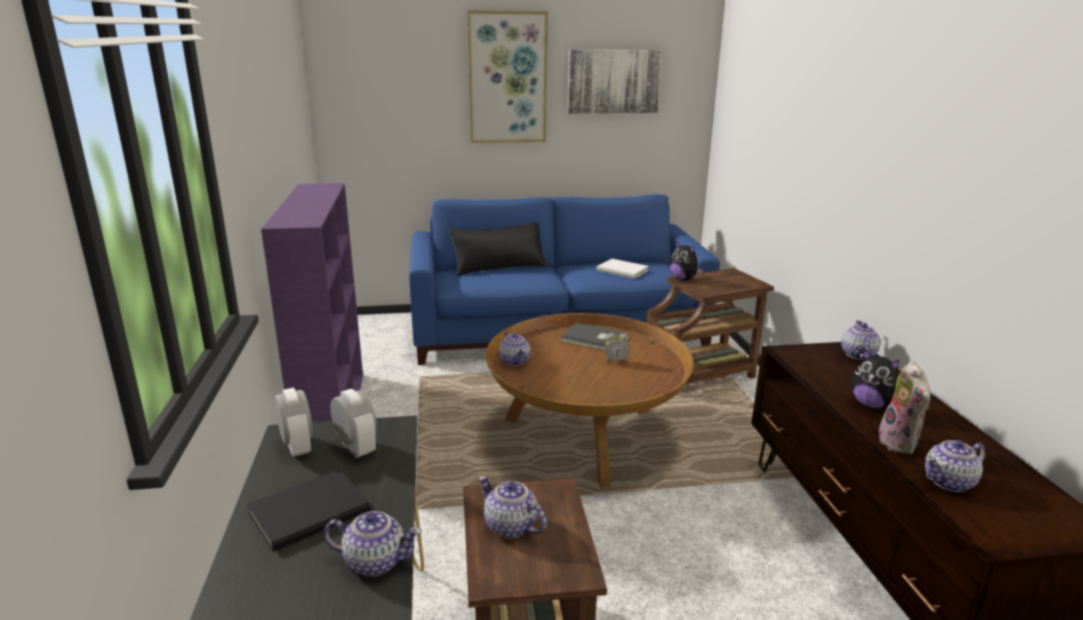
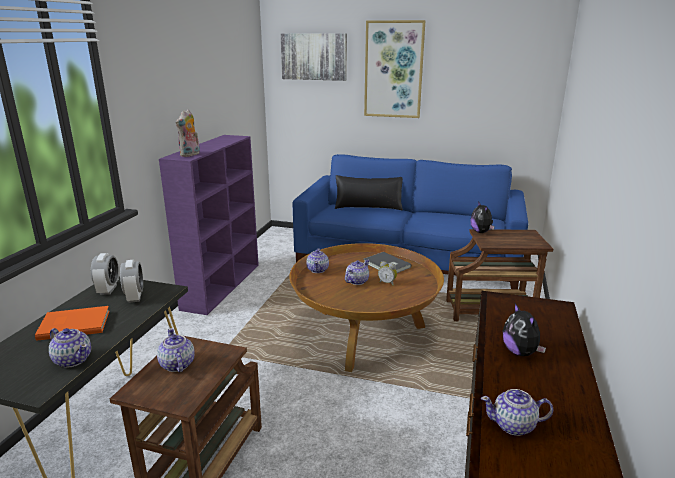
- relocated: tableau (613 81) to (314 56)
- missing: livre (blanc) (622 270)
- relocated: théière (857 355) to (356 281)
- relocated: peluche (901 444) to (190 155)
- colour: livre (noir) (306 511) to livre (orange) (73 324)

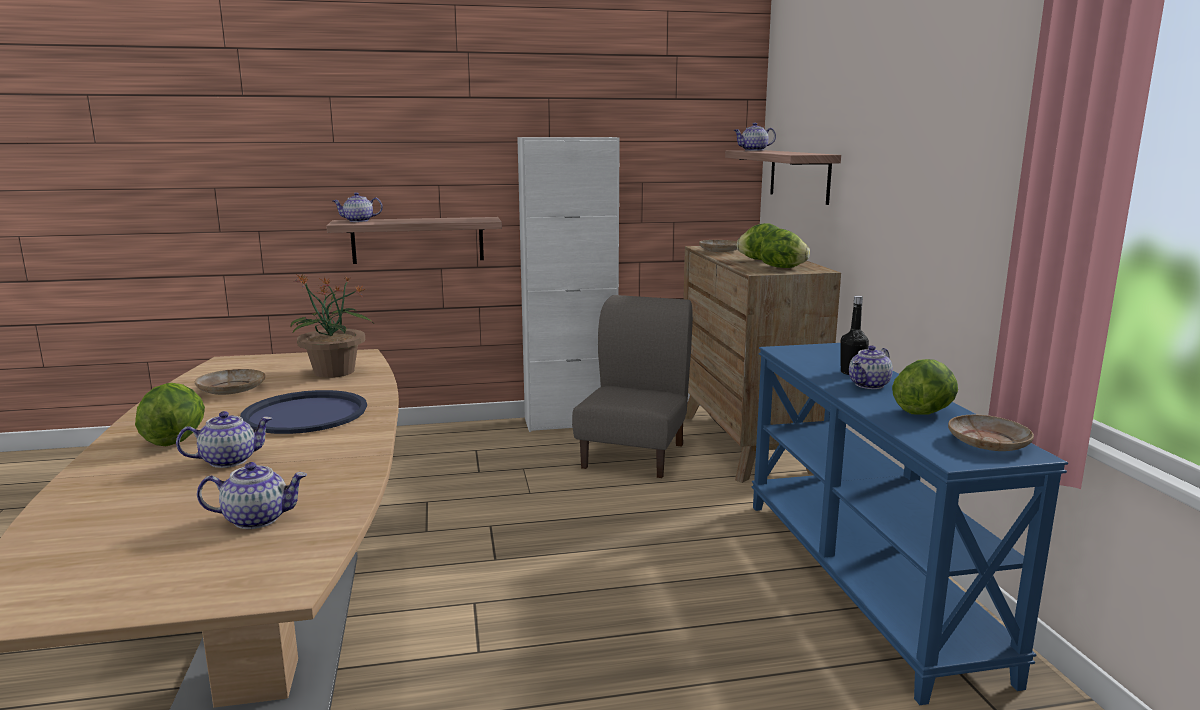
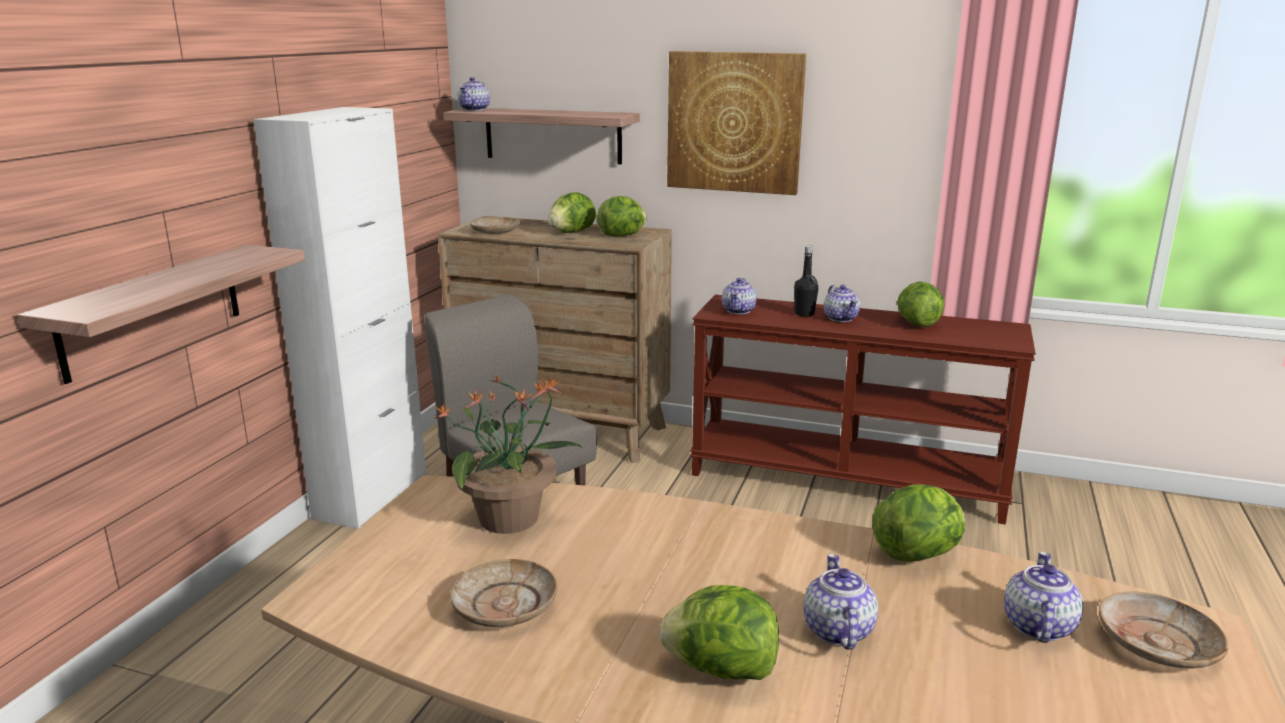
- relocated: théière (358 221) to (739 311)
- colour: table console (bleu) (865 581) to table console (marron) (847 479)
- missing: plateau (bleu) (305 414)
- relocated: assiette (beige) (988 443) to (1157 643)
- appeared: tableau (734 122)
- appeared: laitue (918 554)

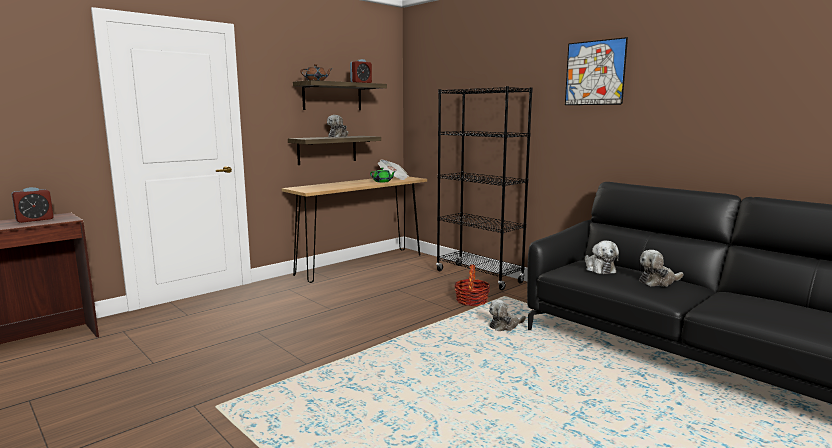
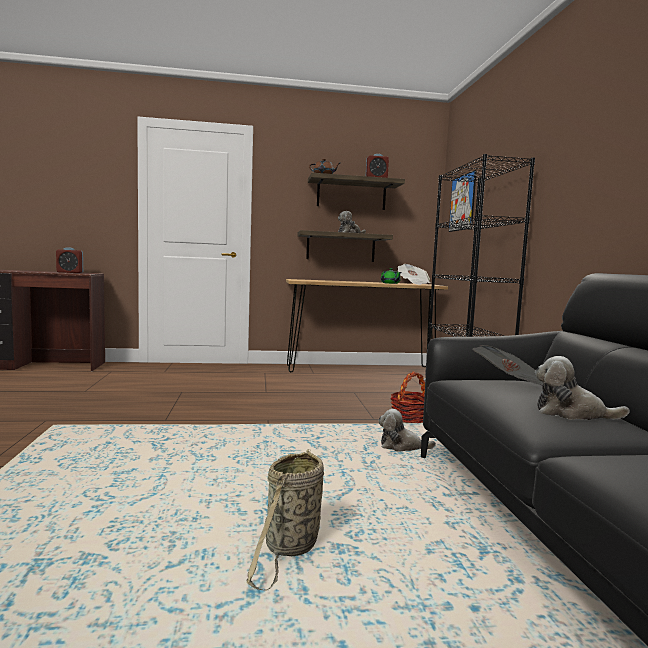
- relocated: tableau (595 73) to (462 202)
- exchanged: peluche (599 269) to journal (510 386)
- appeared: panier (290 548)

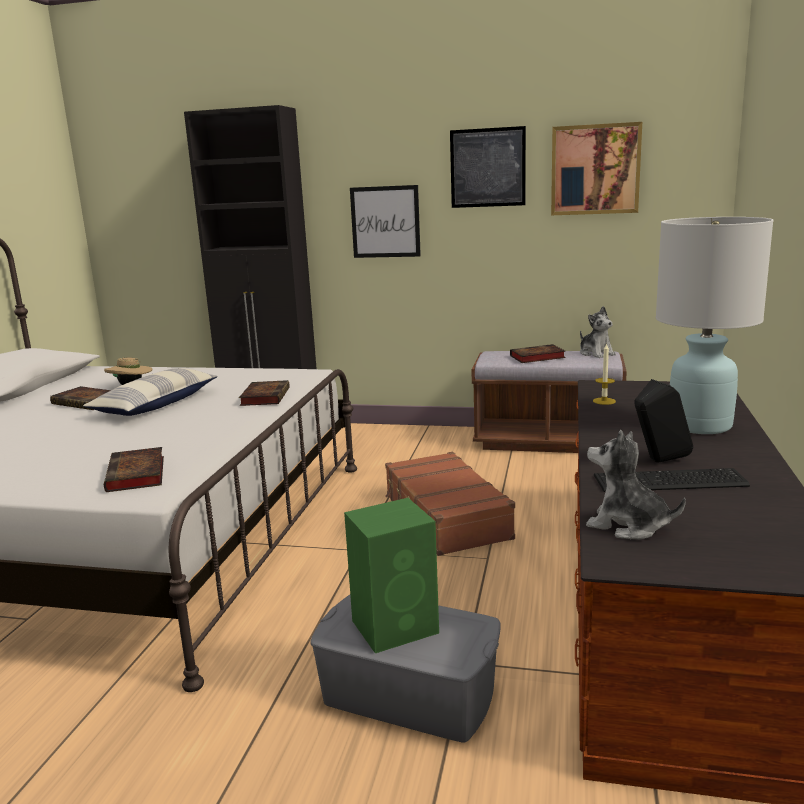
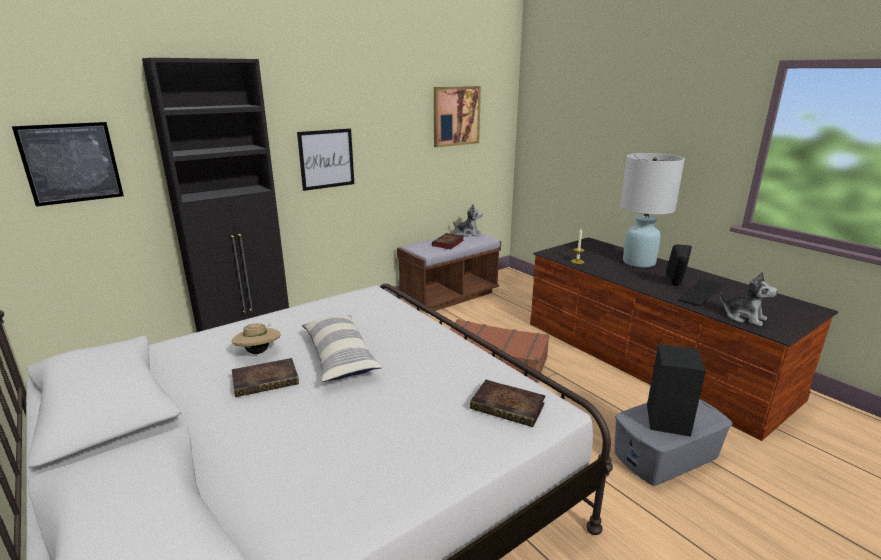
- relocated: tableau (487 168) to (71 163)
- missing: livre (265 397)
- spun: peluche (627 525) = (744 317) 120 degrees counterclockwise
- colour: enceinte (vert) (397 626) to enceinte (noir) (667 419)

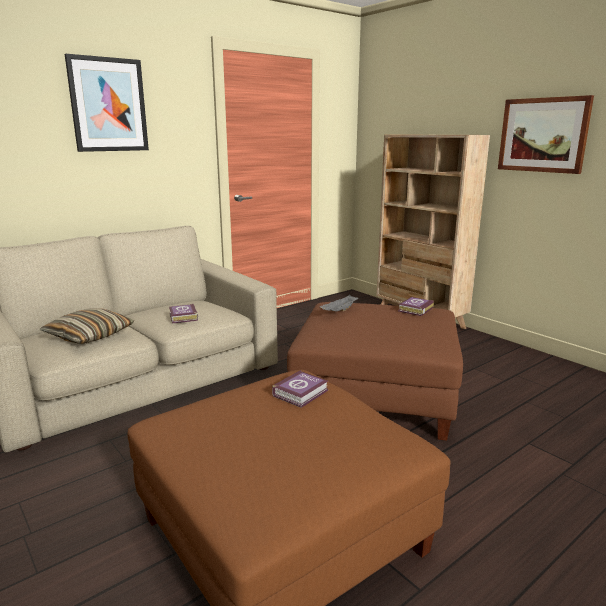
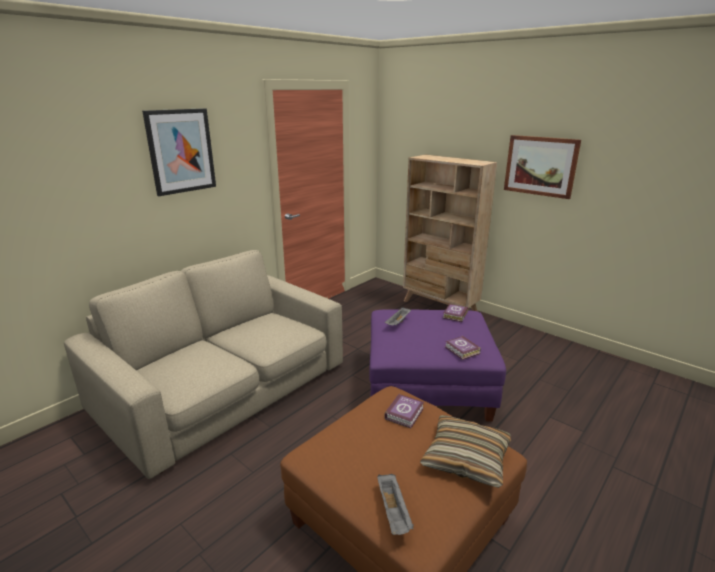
- colour: pouf (marron) (376 395) to pouf (violet) (428 384)
- relocated: livre (183 317) to (462 351)
- relocated: coussin (89 335) to (466 458)
- appeared: plateau (gris) (394 512)

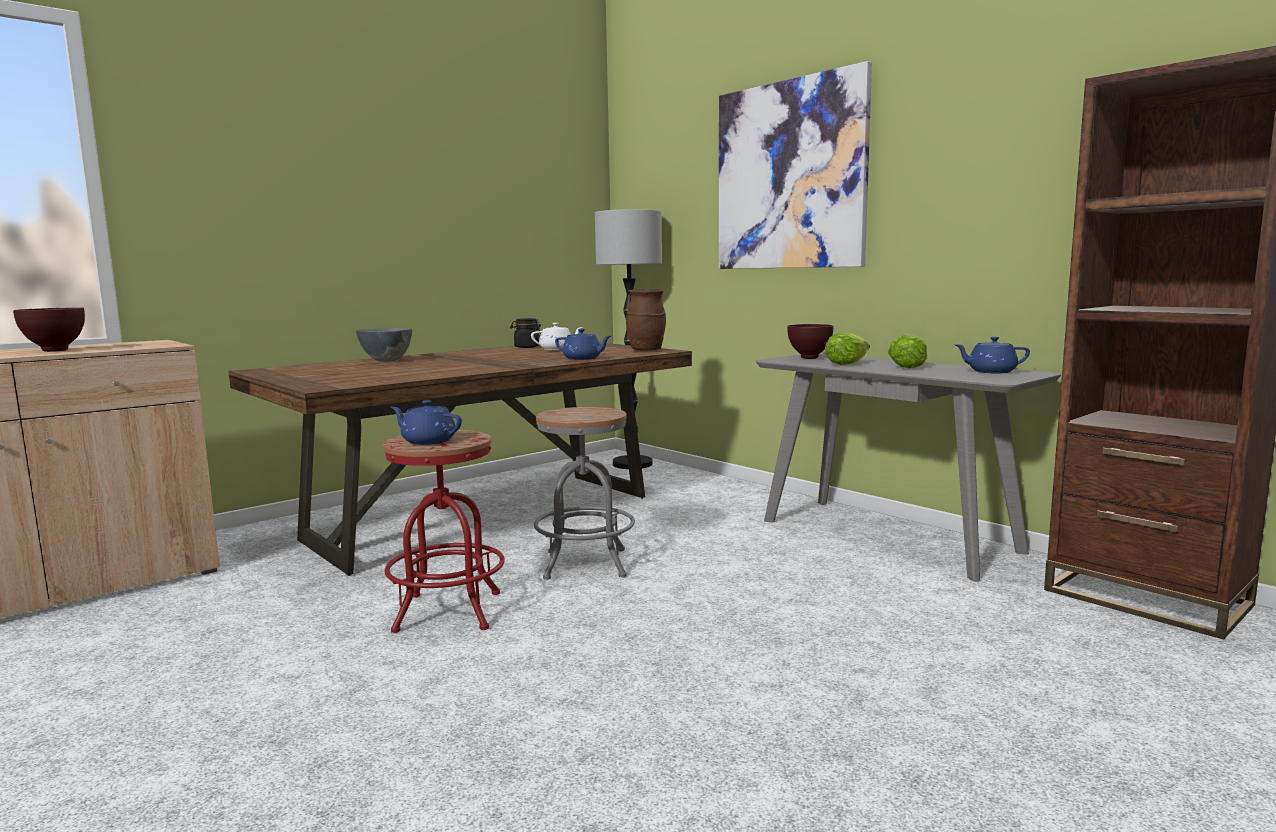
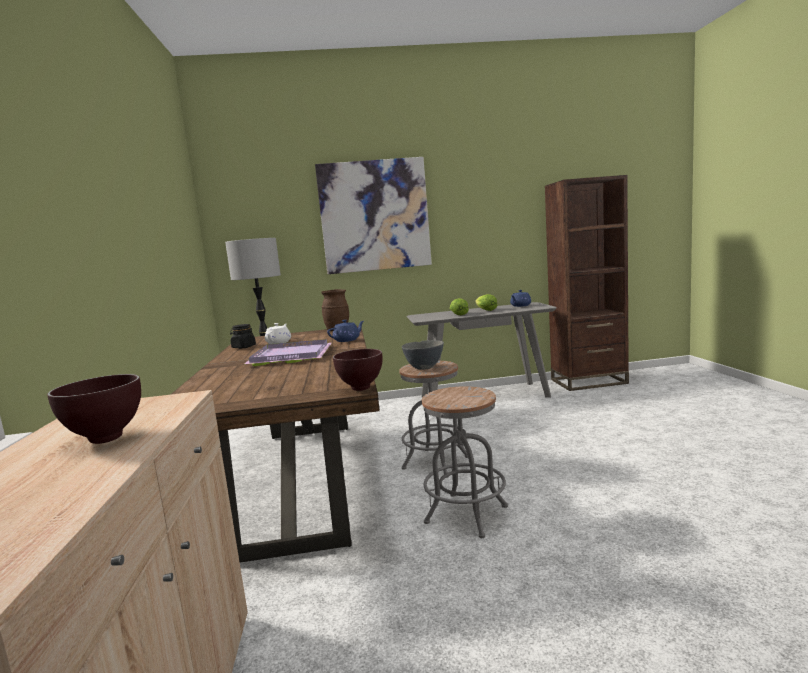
- relocated: bol (marron) (808 358) to (360 389)
- relocated: bol (gris) (387 361) to (424 368)
- missing: théière (bleu) (427 441)
- colour: tabouret (rouge) (448 612) to tabouret (gris) (466 514)
- appeared: plateau (violet) (289 356)

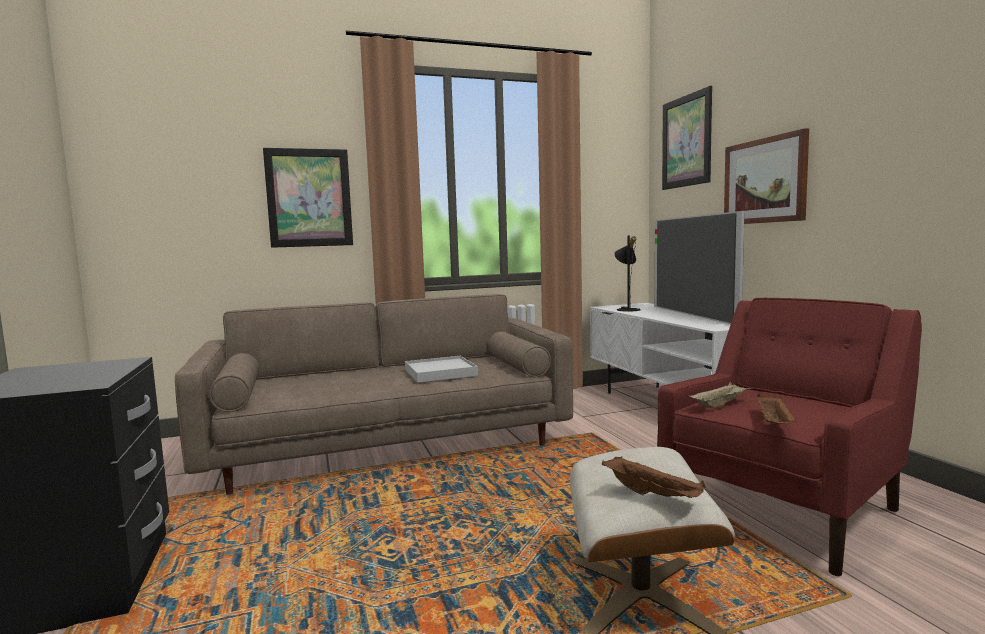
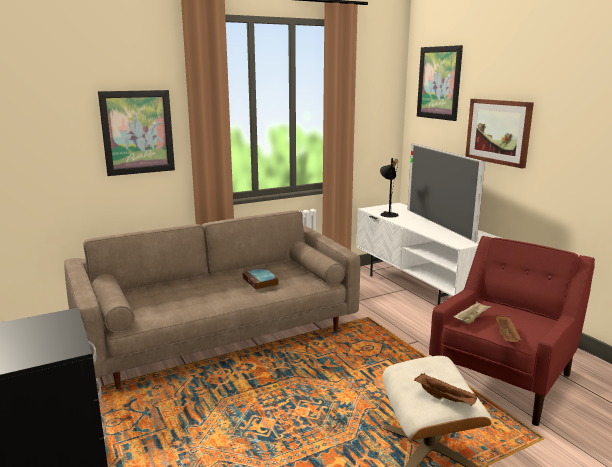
- exchanged: plateau (blanc) (440 372) to livre (261 281)

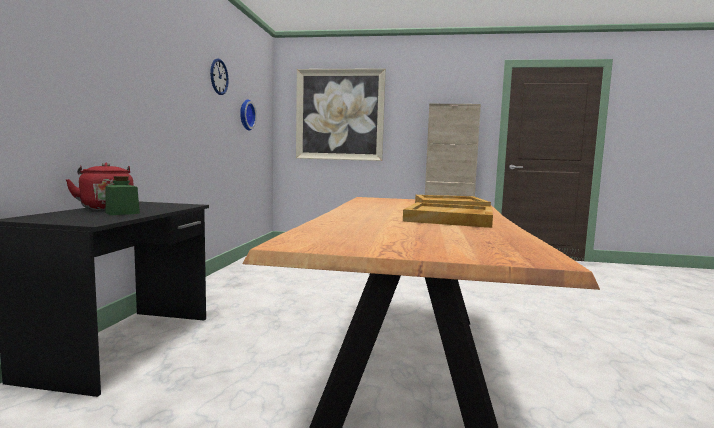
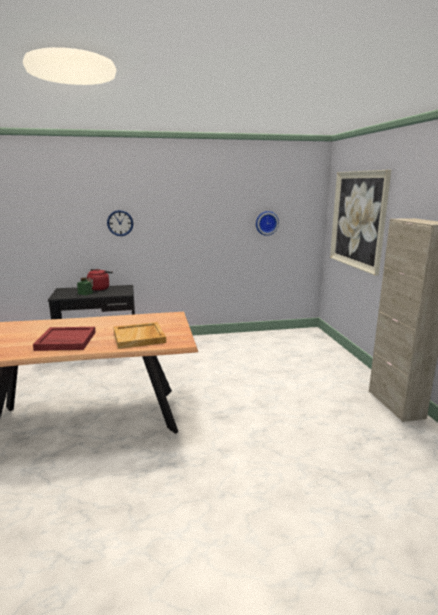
- relocated: horloge murale (219 77) to (120 223)
- colour: plateau (beige) (450 219) to plateau (rouge) (65 341)

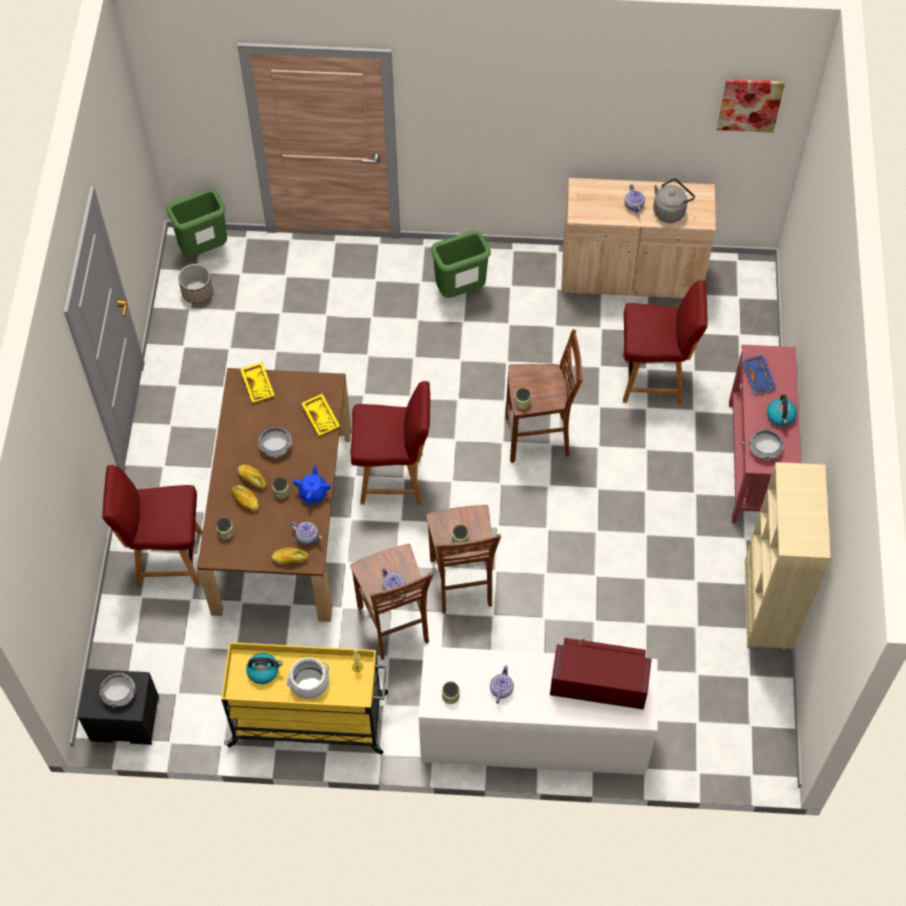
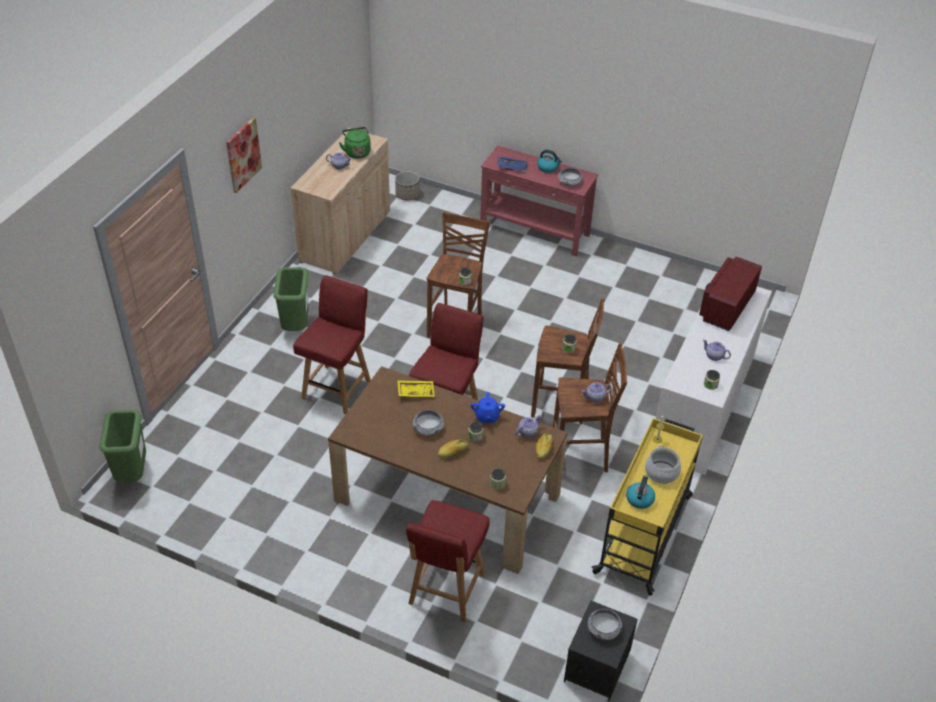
- relocated: tableau (750 104) to (243 154)
- colour: bouilloire (gris) (670 211) to bouilloire (vert) (357 152)
- relocated: cache-pot (197 292) to (407 194)
- relocated: chaise (rouge) (654 379) to (337 388)
- missing: plateau (jaune) (258 385)
- missing: bibliothèque (beige) (766 614)
- spun: théière (bleu) (313 493) = (487 417) 120 degrees counterclockwise
- missing: pain (245 500)

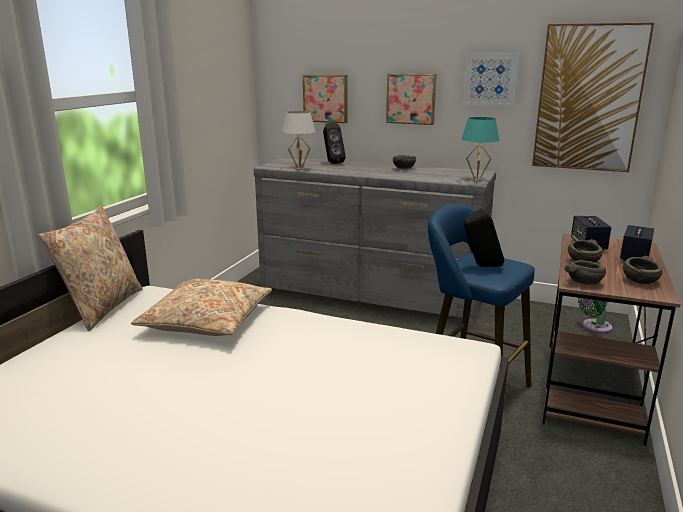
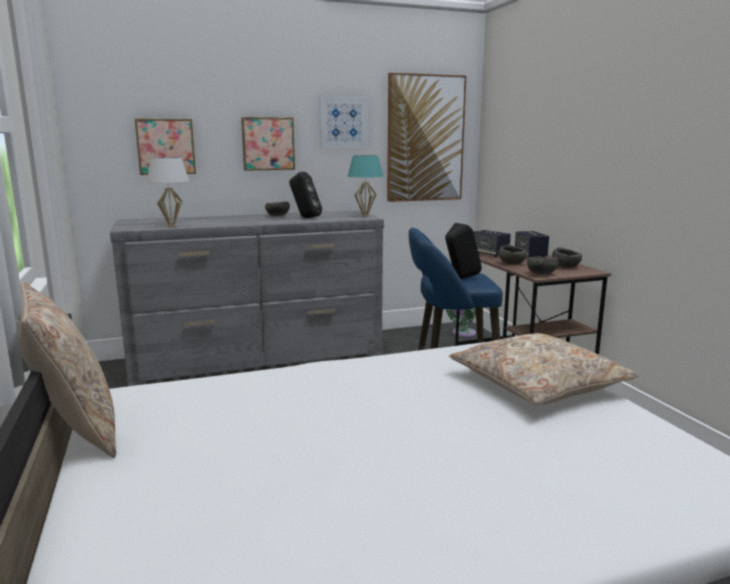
- relocated: enceinte (noir) (332 163) to (305 217)
- relocated: coussin (beige) (206 320) to (537 384)

